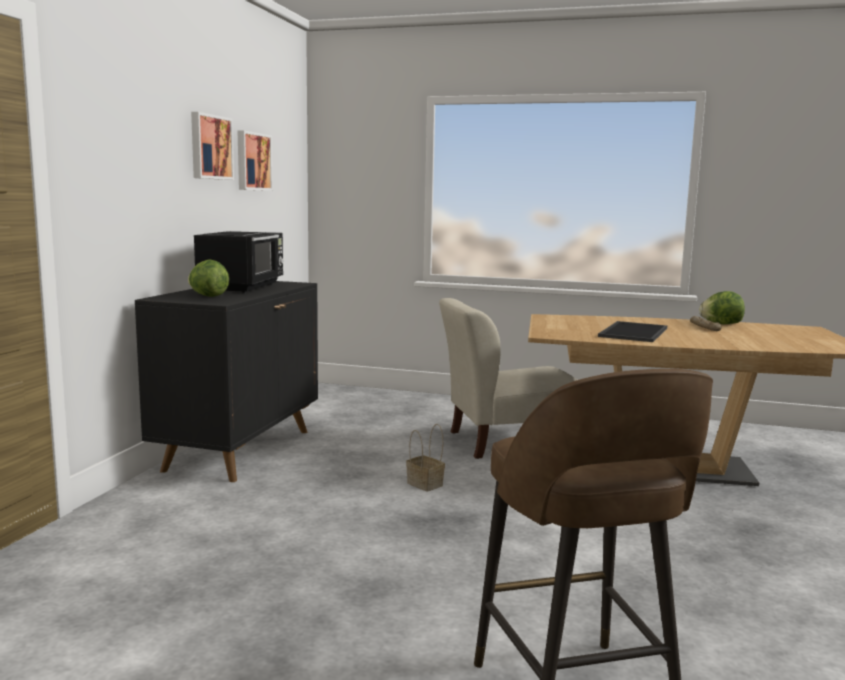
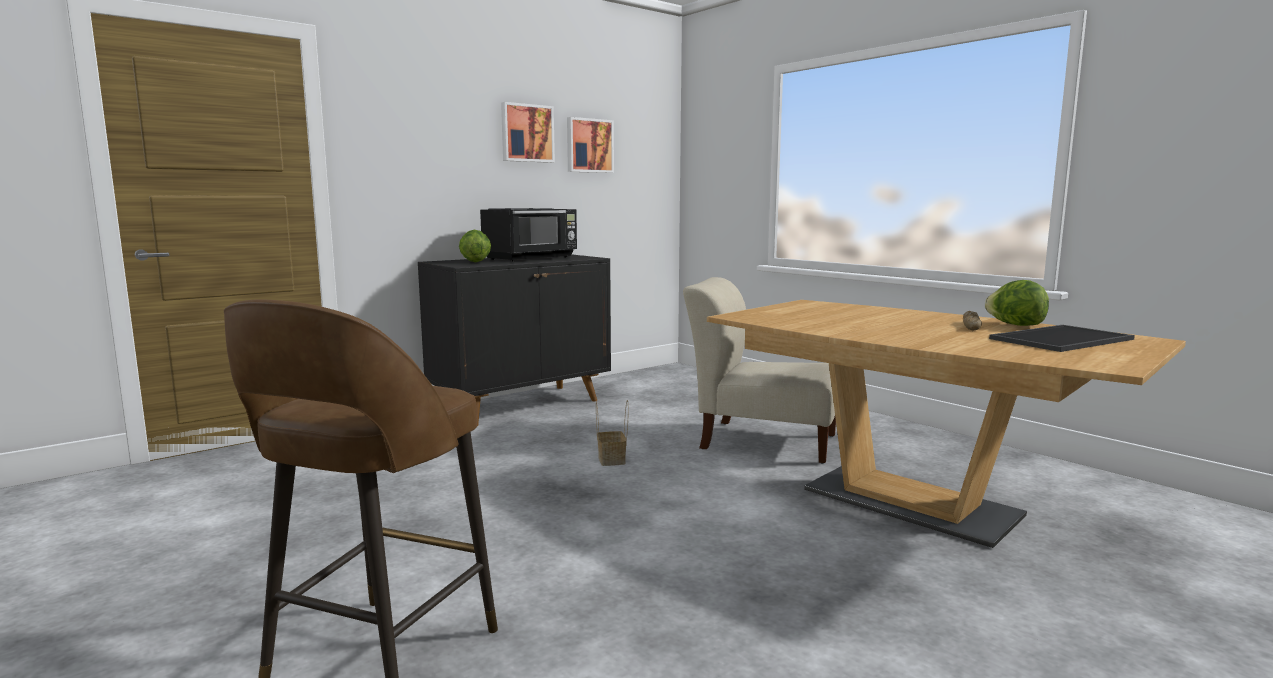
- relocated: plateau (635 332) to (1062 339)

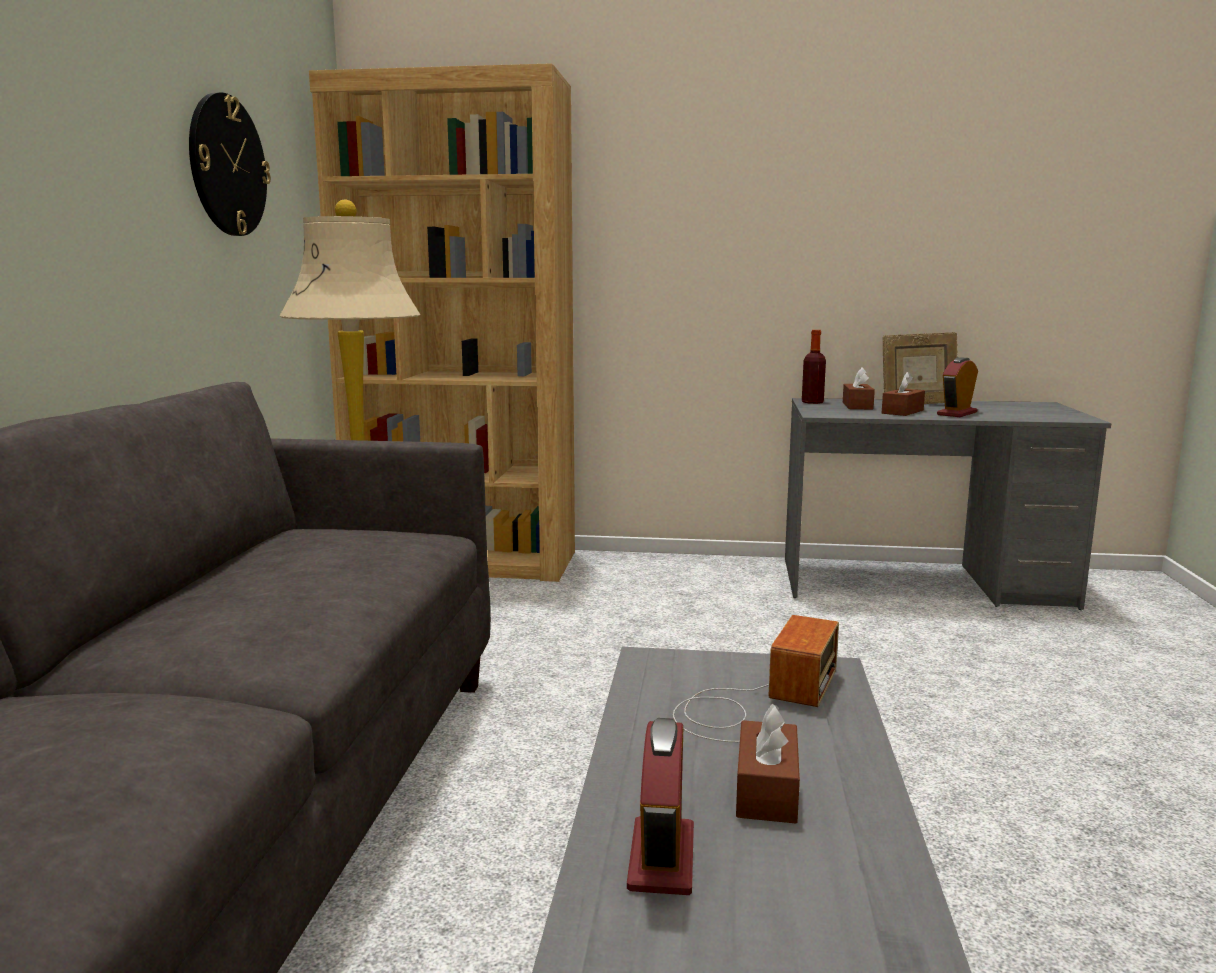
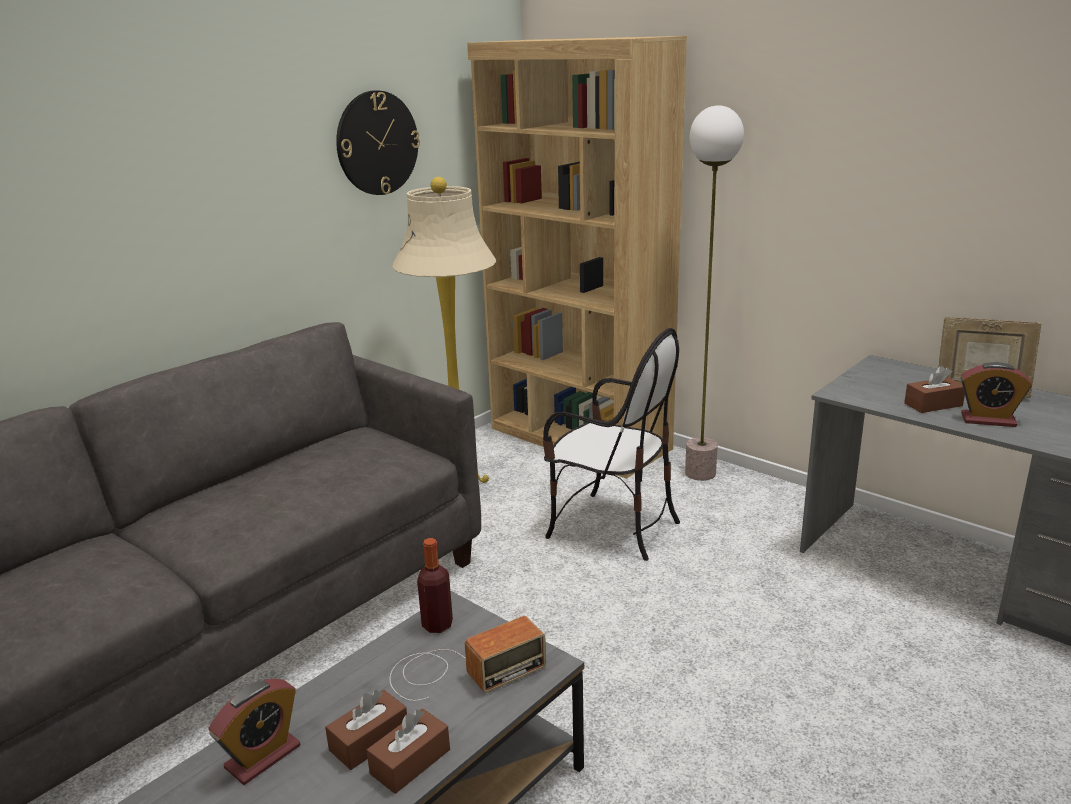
- relocated: bouteille (812 402) to (437 625)
- spun: réveil (957 413) = (988 420) 150 degrees counterclockwise
- relocated: boîte à mouchoirs (marron) (857 406) to (410 762)
- appeared: lampadaire (700 473)
- appeared: chaise (612 527)

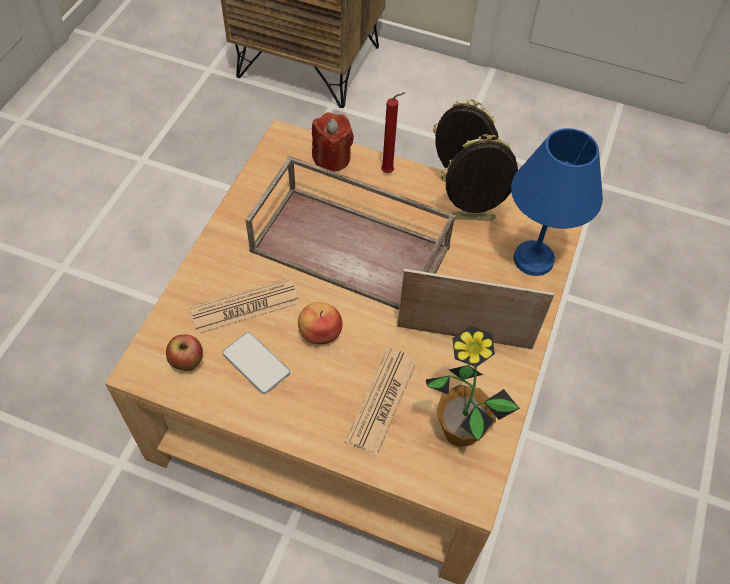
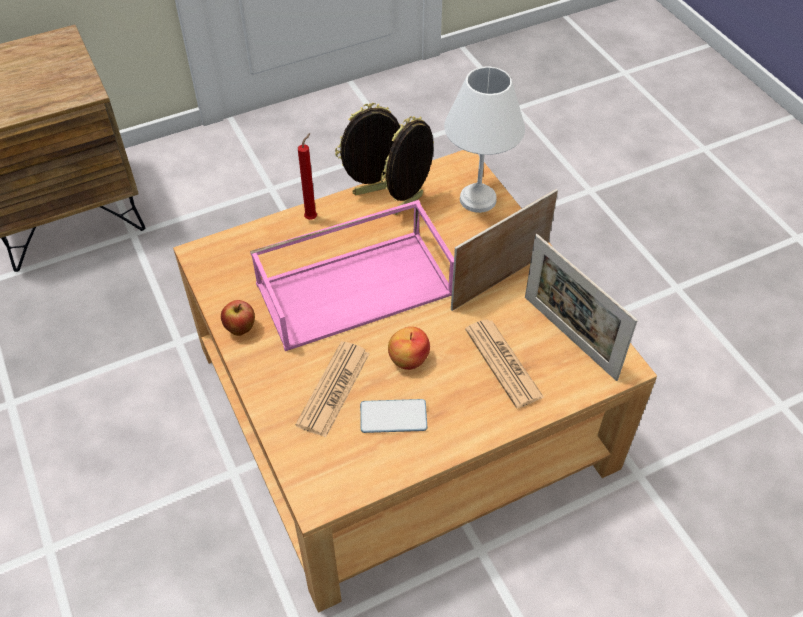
- missing: bougie (rouge) (331 158)
- colour: lampe de table (bleu) (531 258) to lampe de table (blanc) (476 200)
- colour: plateau (marron) (353 248) to plateau (rose) (356 287)
- exchanged: plante en pot (460 431) to cadre photo (569 337)
- relocated: pomme (187 362) to (240 329)

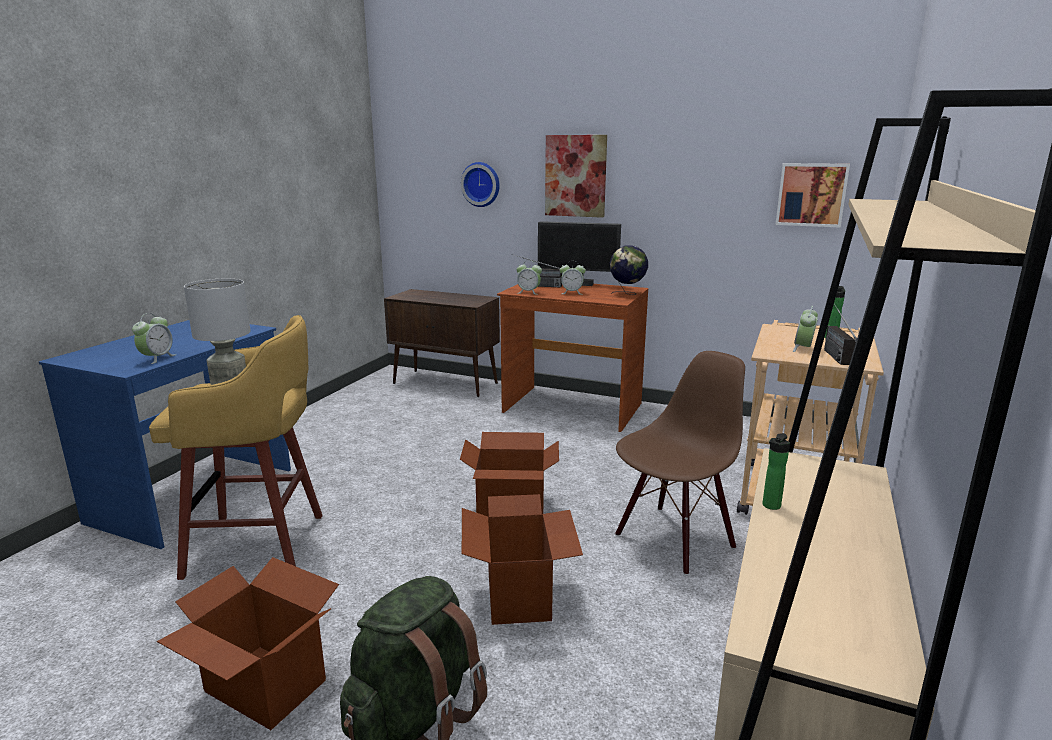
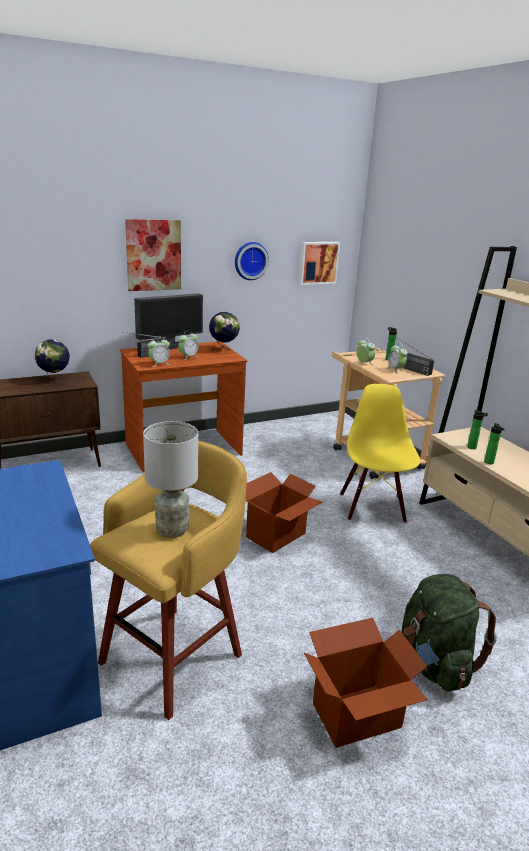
- relocated: horloge murale (481 184) to (250 260)
- relocated: réveil (157 358) to (364 363)
- colour: chaise (marron) (673 540) to chaise (jaune) (373 508)
- missing: carton (520 596)
- appeared: globe (54 380)
- appeared: bouteille (473 447)

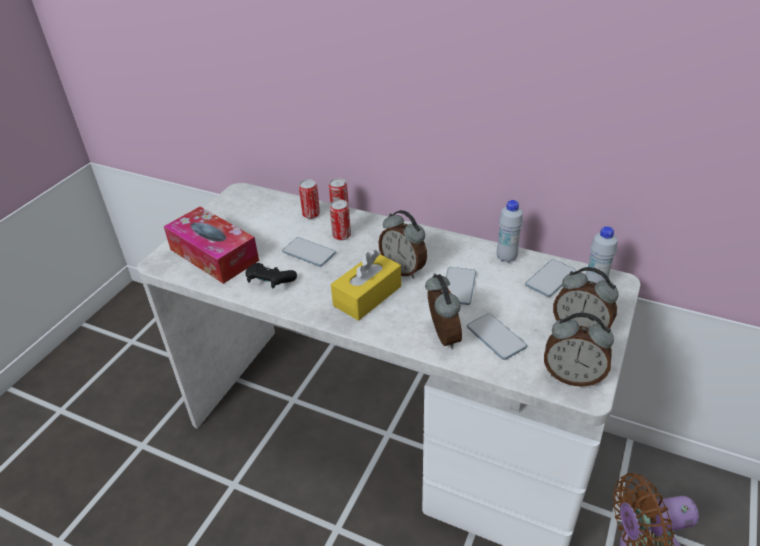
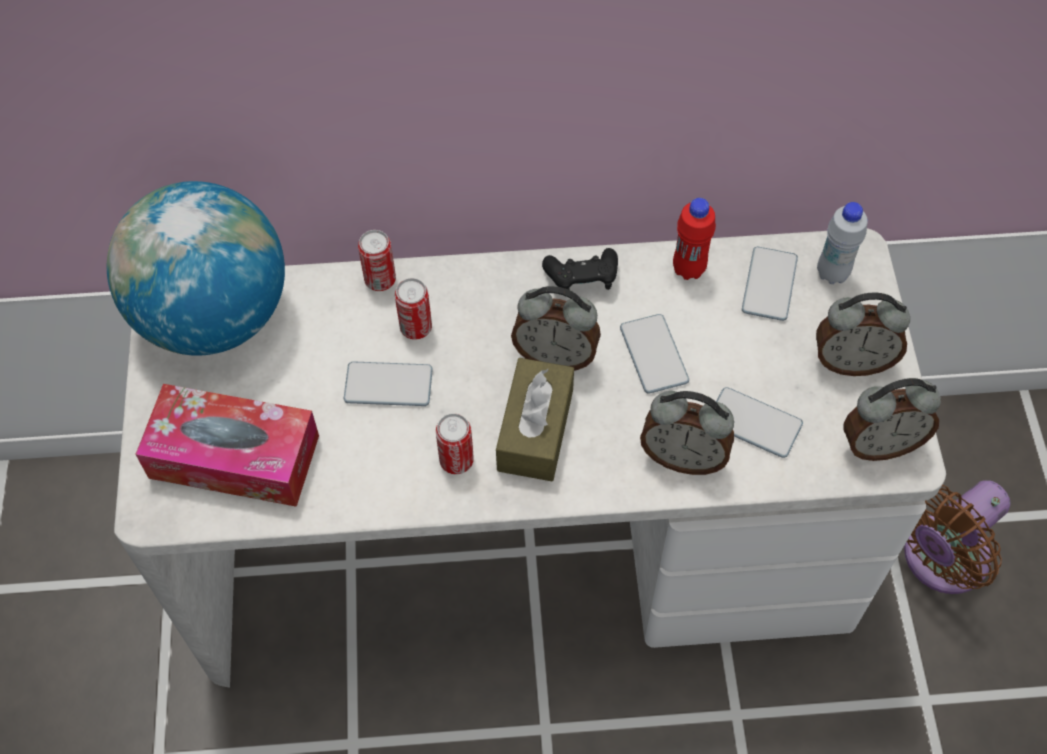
- relocated: boîte métallique (311 214) to (456 460)
- colour: bouteille (blanc) (506 258) to bouteille (rouge) (688 269)
- colour: boîte à mouchoirs (jaune) (367 296) to boîte à mouchoirs (marron) (535 430)
- relocated: manette (noir) (270 282) to (582 279)
- spun: réveil (441 337) = (683 456) 150 degrees clockwise
- appeared: globe (214 316)

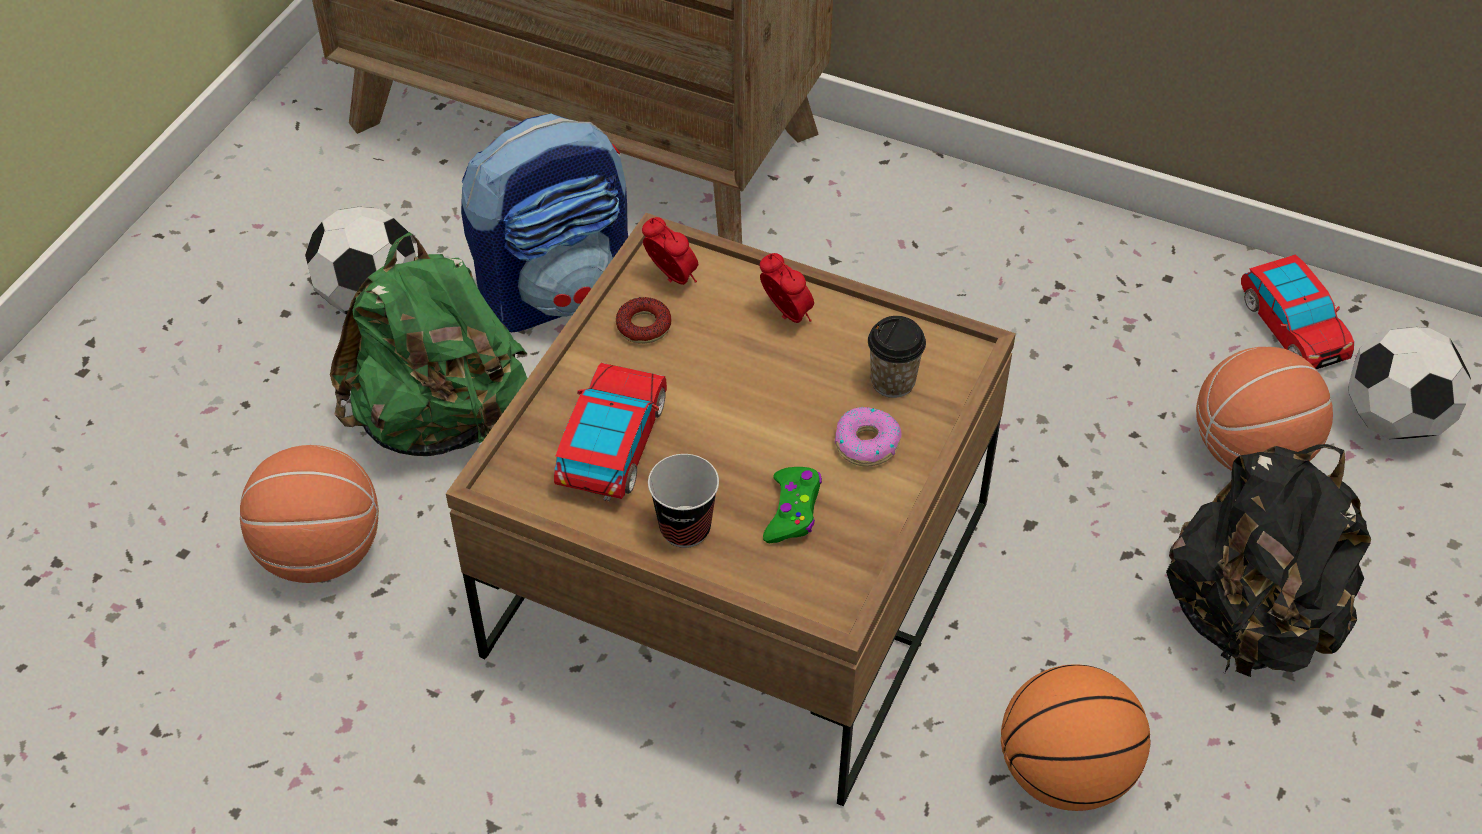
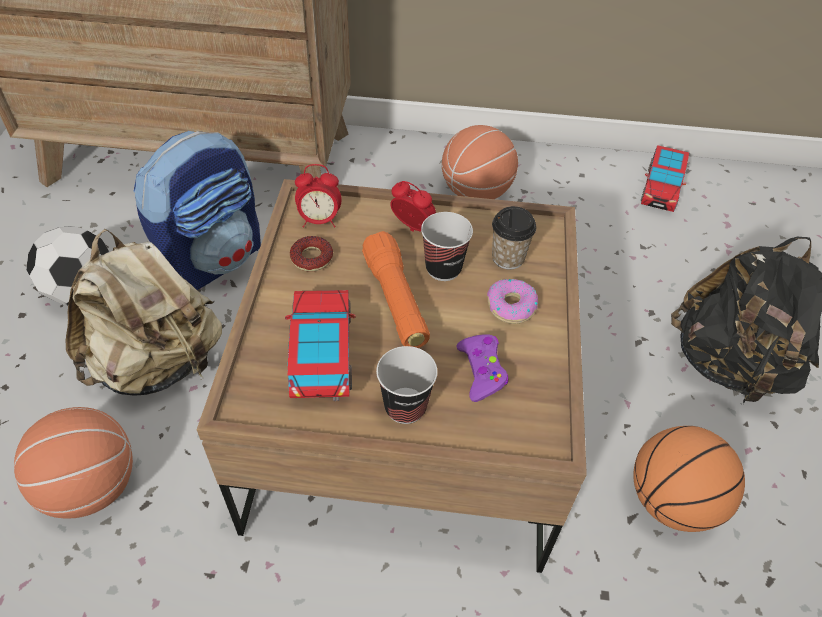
- spun: réveil (671 279) = (319 220) 150 degrees clockwise
- colour: sac à dos (vert) (441 420) to sac à dos (beige) (158 363)
- spun: petite voiture (1291 327) = (661 188) 60 degrees clockwise
- missing: ballon de foot (1393 420)
- relocated: ballon de basket (1251 452) to (476 192)
- colour: manette (vert) (793 511) to manette (violet) (482 371)
- appeared: tasse (443 268)
- appeared: lampe de poche (orange) (396 301)

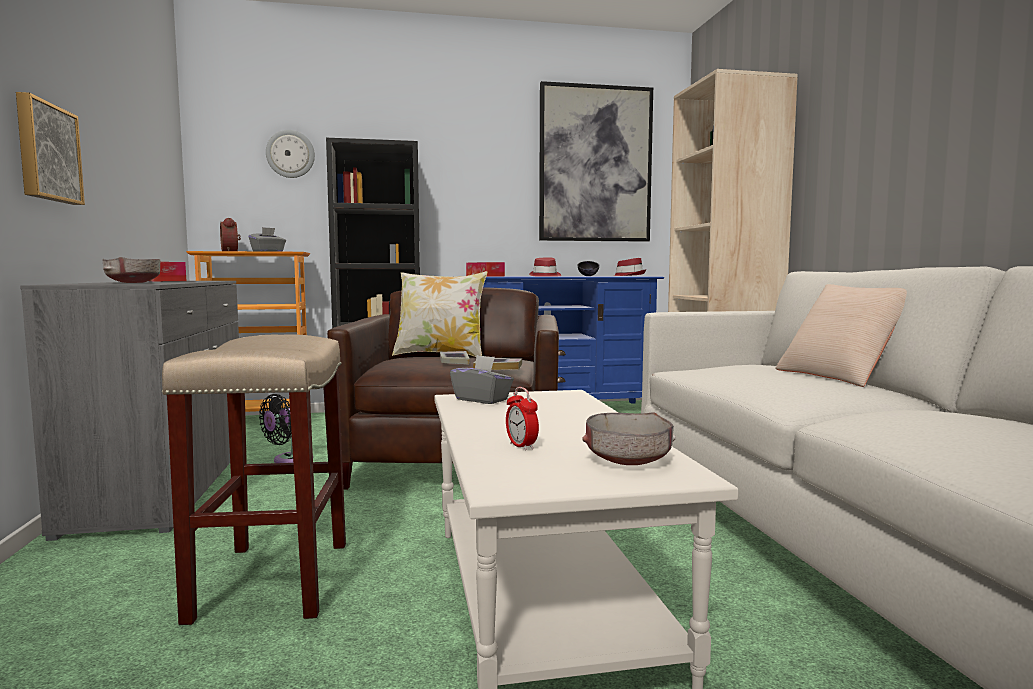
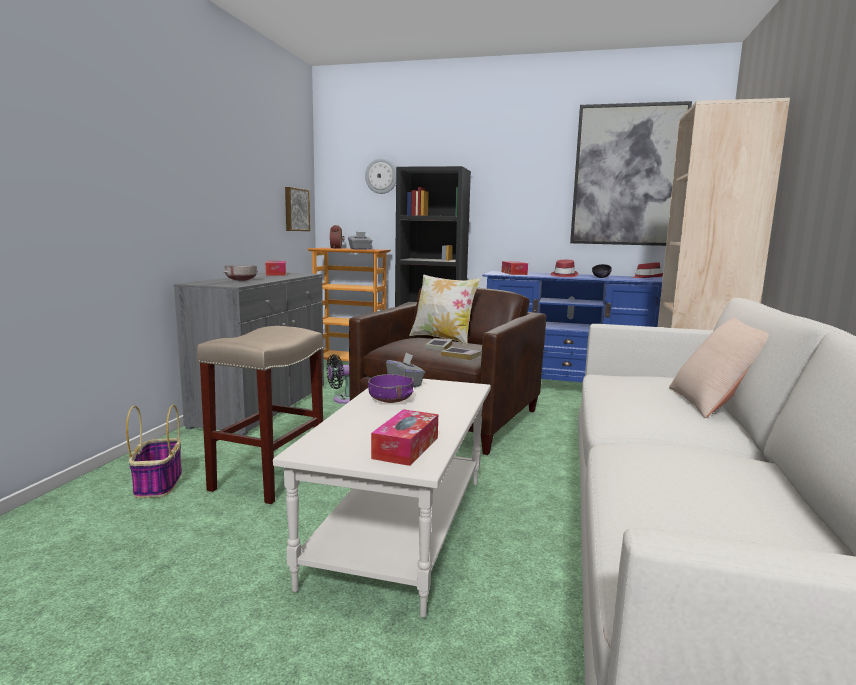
- relocated: tableau (46 152) to (295 209)
- missing: réveil (521 446)
- exchanged: bol (gris) (627 461) to boîte à mouchoirs (406 448)
- appeared: bol (violet) (390 400)
- appeared: panier (158 483)

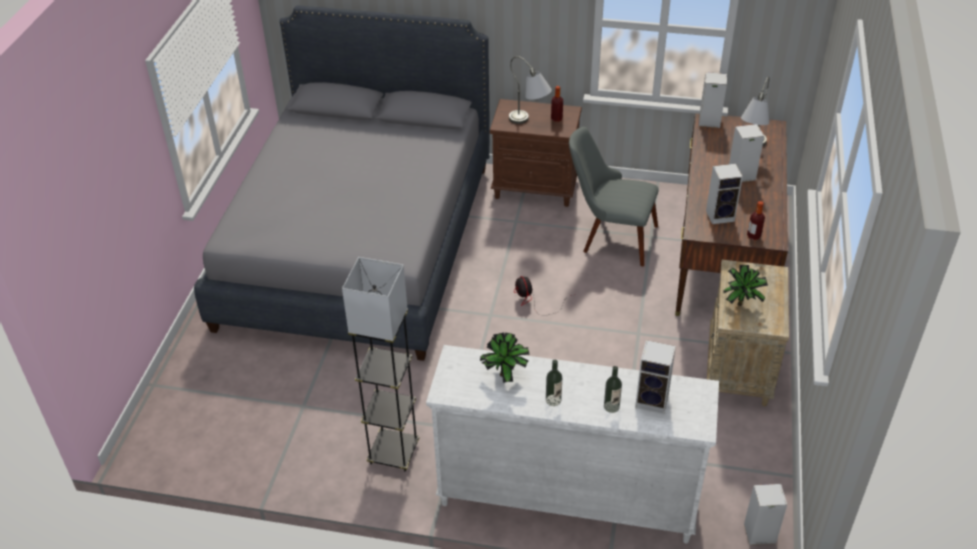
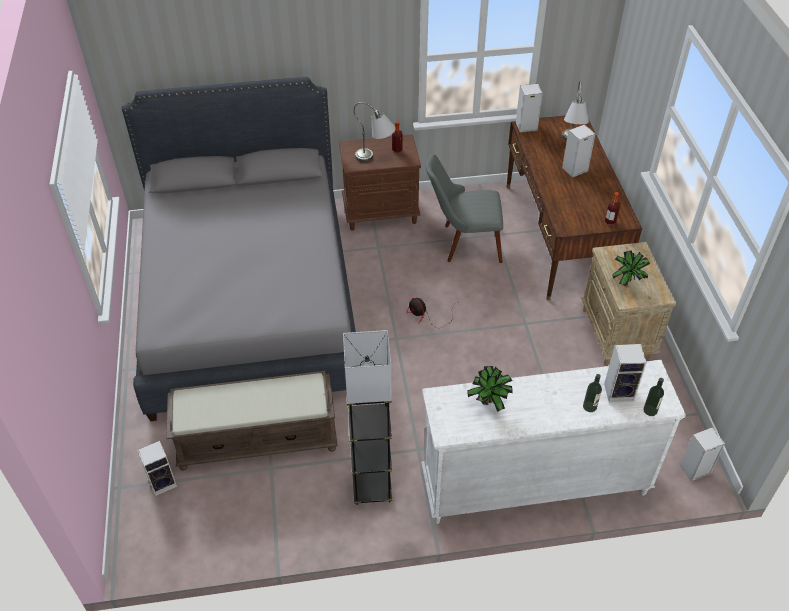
- relocated: enceinte (721 215) to (163 482)
- relocated: bouteille (553 400) to (650 410)
- appeared: banc (marron) (258 439)

